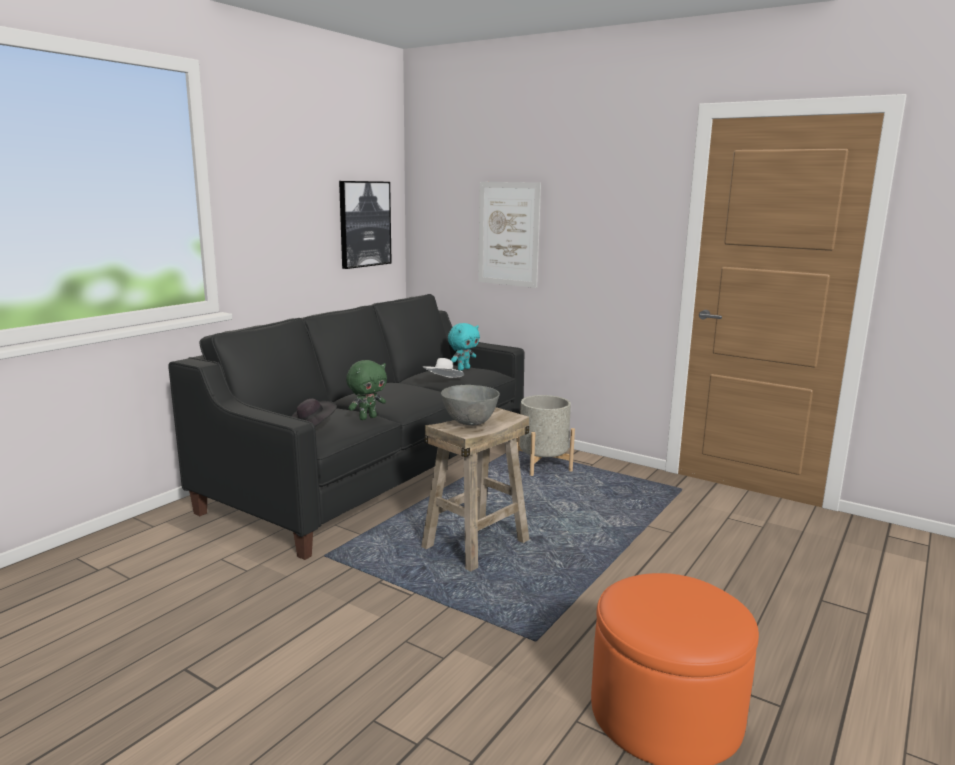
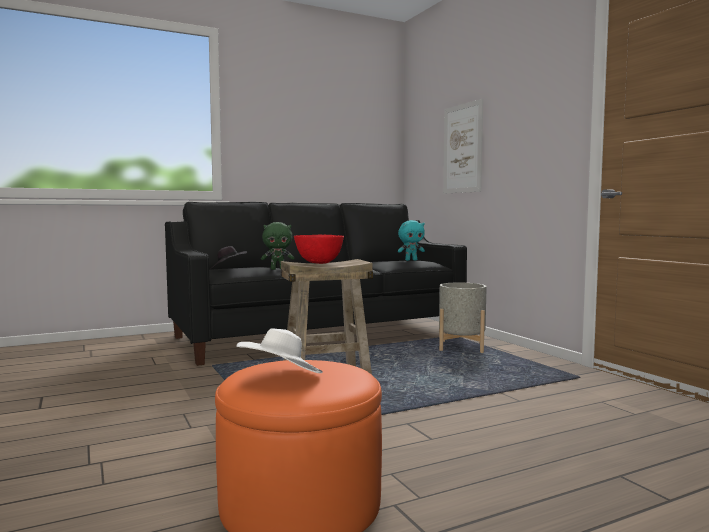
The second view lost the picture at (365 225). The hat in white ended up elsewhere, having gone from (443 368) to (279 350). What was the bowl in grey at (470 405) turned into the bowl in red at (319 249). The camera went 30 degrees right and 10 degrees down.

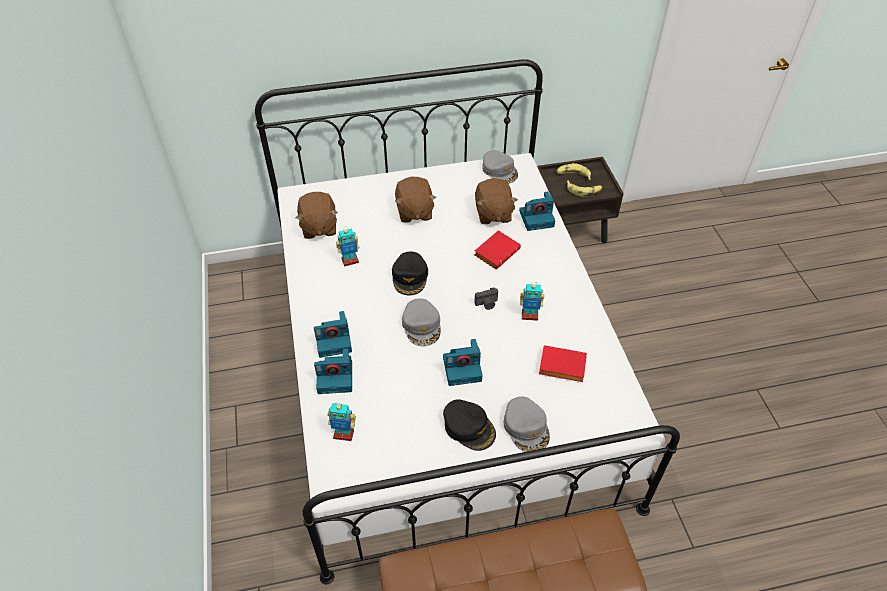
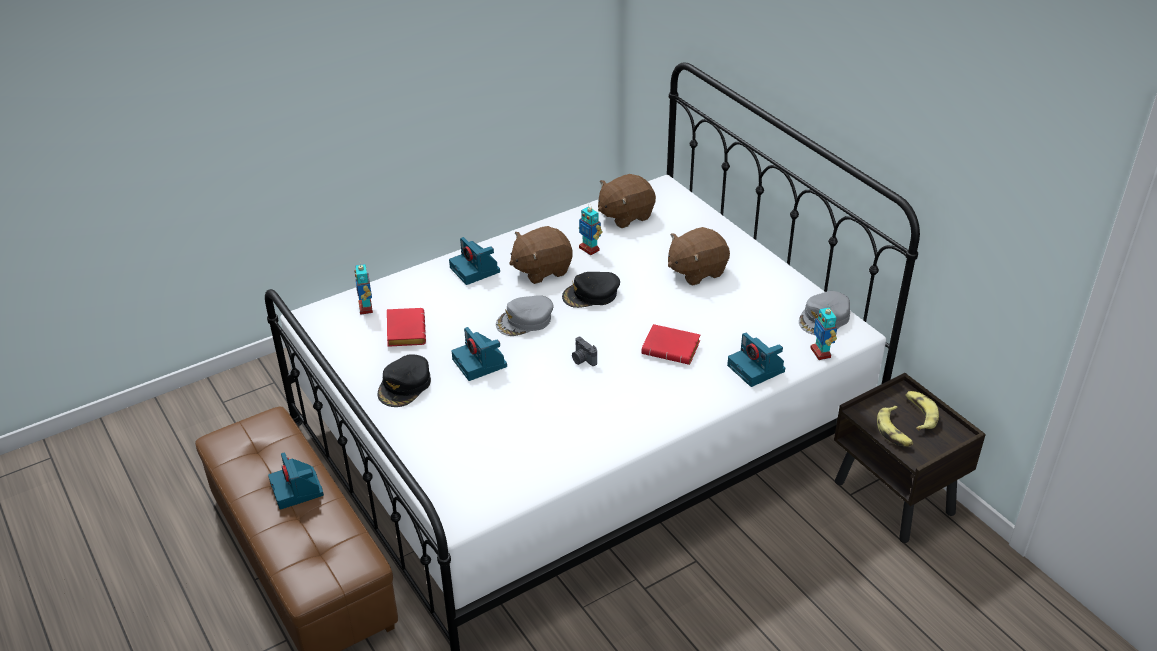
The plush toy in brown ended up elsewhere, having gone from (496 201) to (541 255). The toy robot ended up elsewhere, having gone from (532 301) to (823 332). The book in red ended up elsewhere, having gone from (563 363) to (406 327). The photo camera ended up elsewhere, having gone from (333 371) to (296 481). The second view lost the cap in grey at (527 424). The camera went 70 degrees right and 10 degrees down.

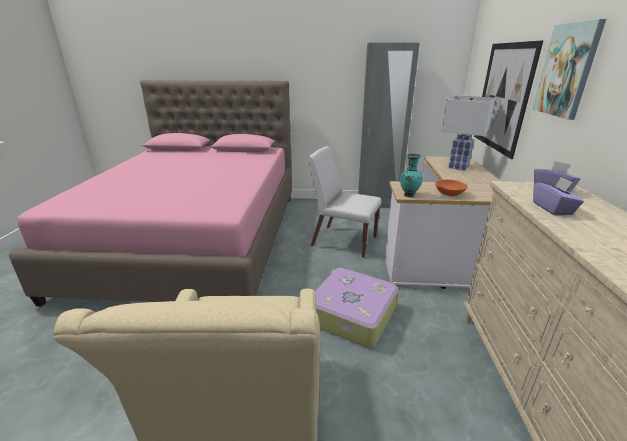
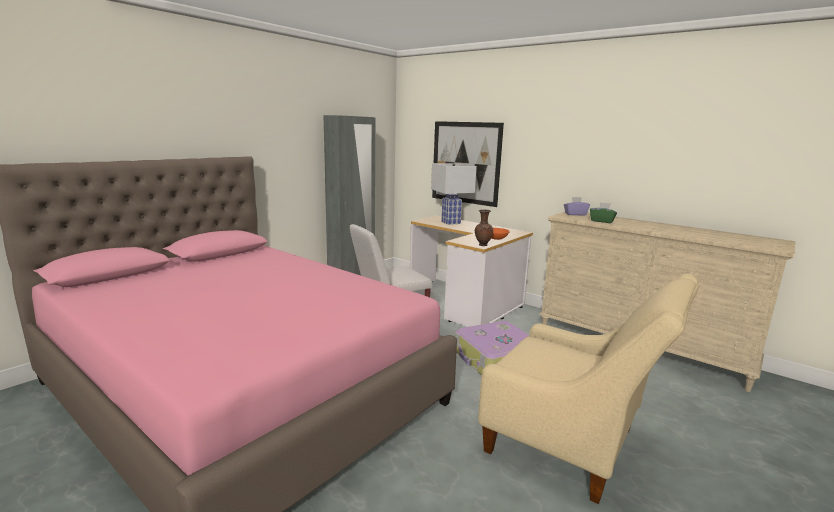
The second view lost the picture at (569 69). What was the vase in turquoise at (411 175) turned into the vase in brown at (484 228). What was the tissue box in purple at (558 196) turned into the tissue box in green at (603 212). The camera went 55 degrees left and 10 degrees down.

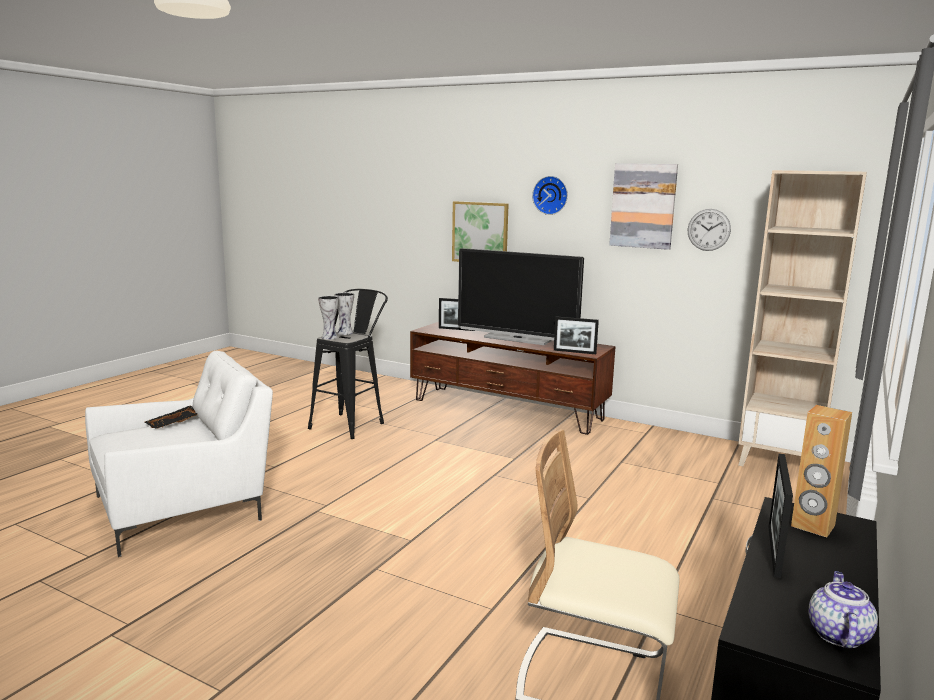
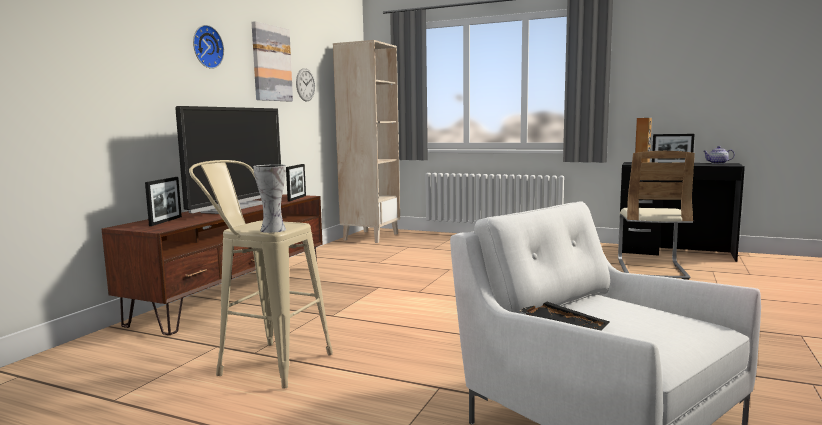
The second view lost the picture at (480 231). What was the stool in black at (348 364) turned into the stool in beige at (261 274). The second view lost the vase at (344 314). The camera went 95 degrees left and 5 degrees down.

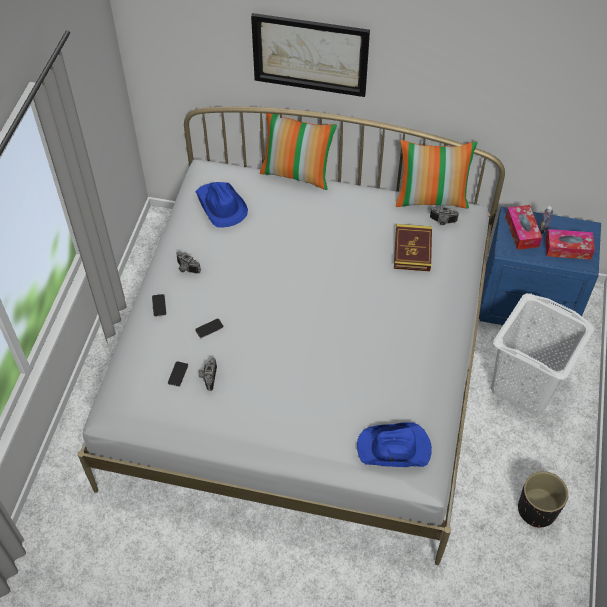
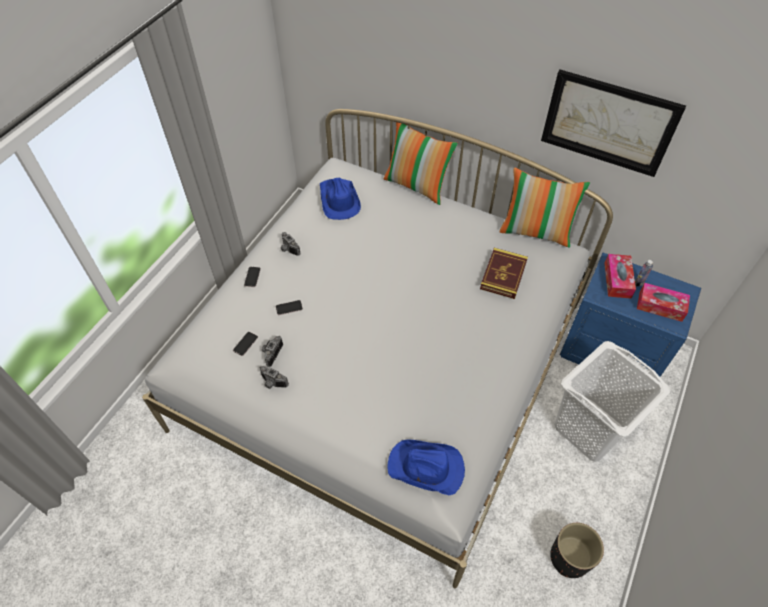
The picture ended up elsewhere, having gone from (310 55) to (613 123). The photo camera ended up elsewhere, having gone from (444 216) to (274 377). The camera went 15 degrees right and 0 degrees up.

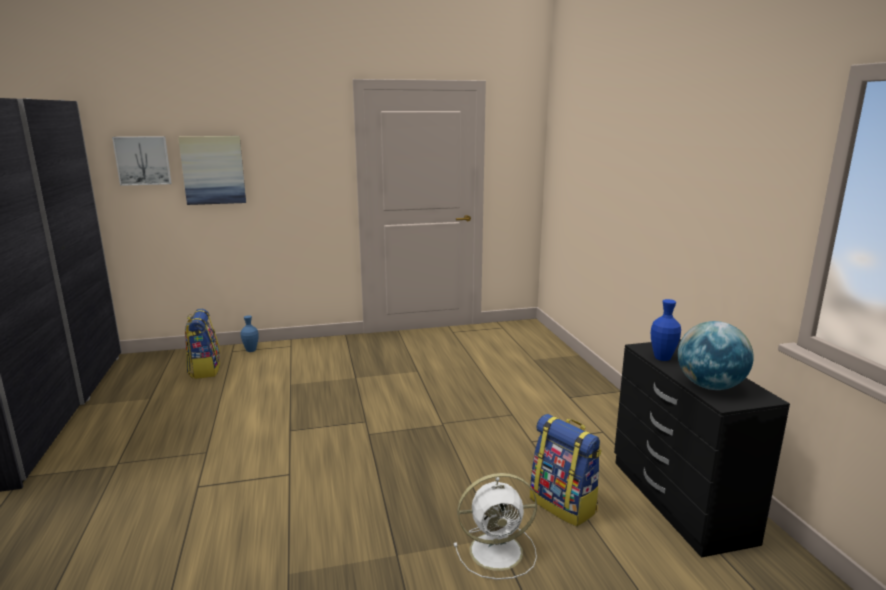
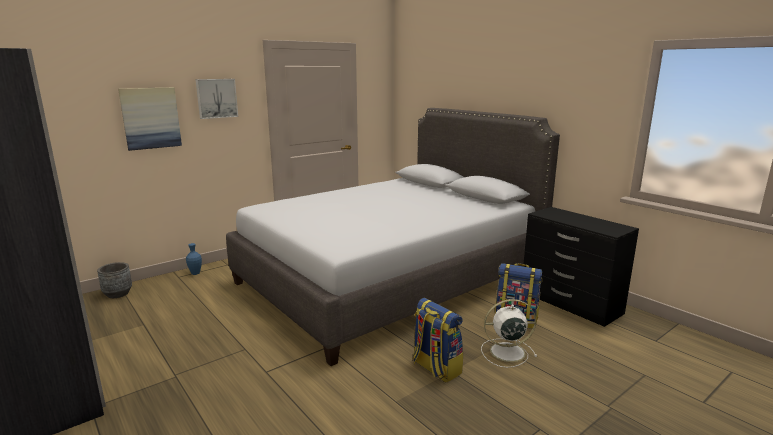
The picture ended up elsewhere, having gone from (142 161) to (216 99). The second view lost the vase in blue at (666 330). The backpack ended up elsewhere, having gone from (202 344) to (437 340). The second view lost the globe at (716 355). The fan in white at (495 526) ended up facing another way, 150 degrees counterclockwise from before. The second view gained the bed in grey at (393 237). The second view gained the planter in grey at (114 280). The camera went 25 degrees left and 0 degrees up.

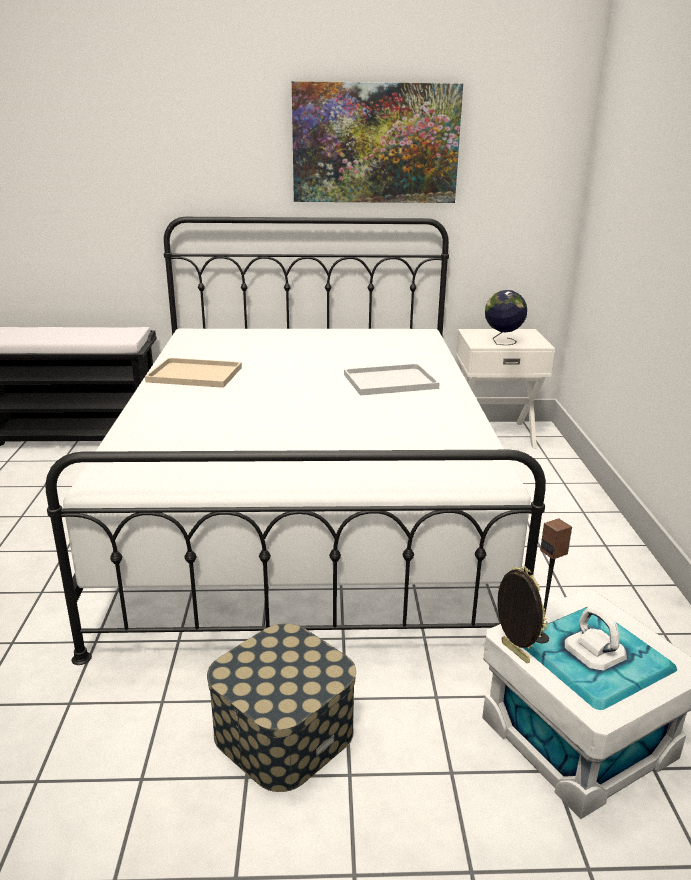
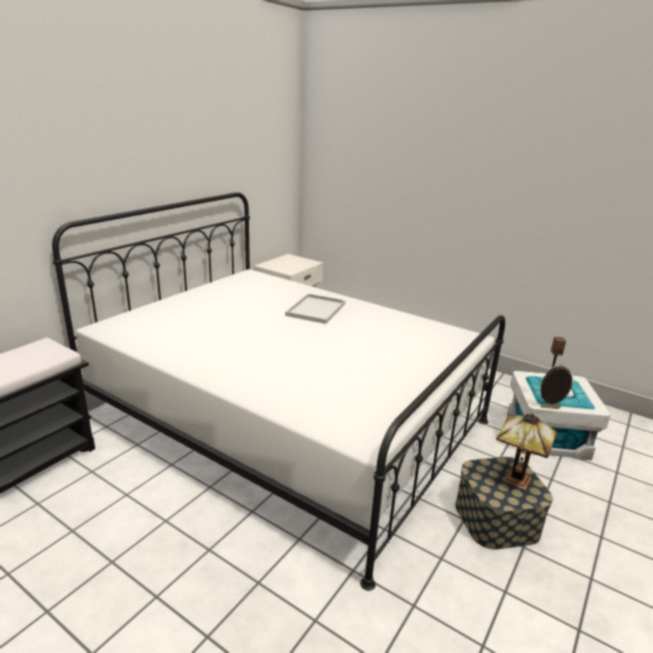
The second view lost the picture at (377 142). The second view lost the globe at (506 317). The second view lost the tray in beige at (193 373). The second view gained the table lamp at (526 452). The camera went 55 degrees left and 0 degrees up.

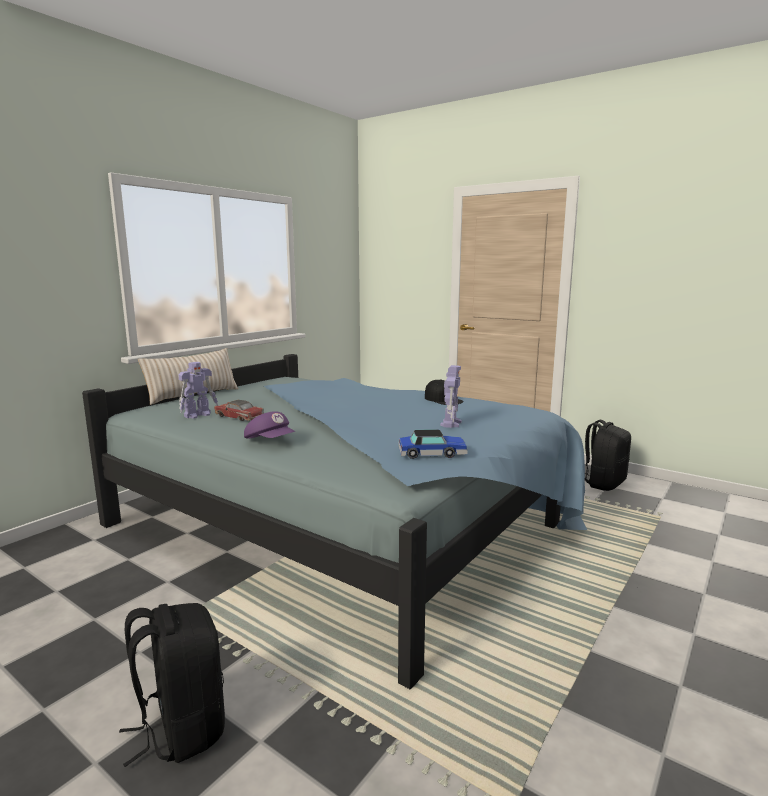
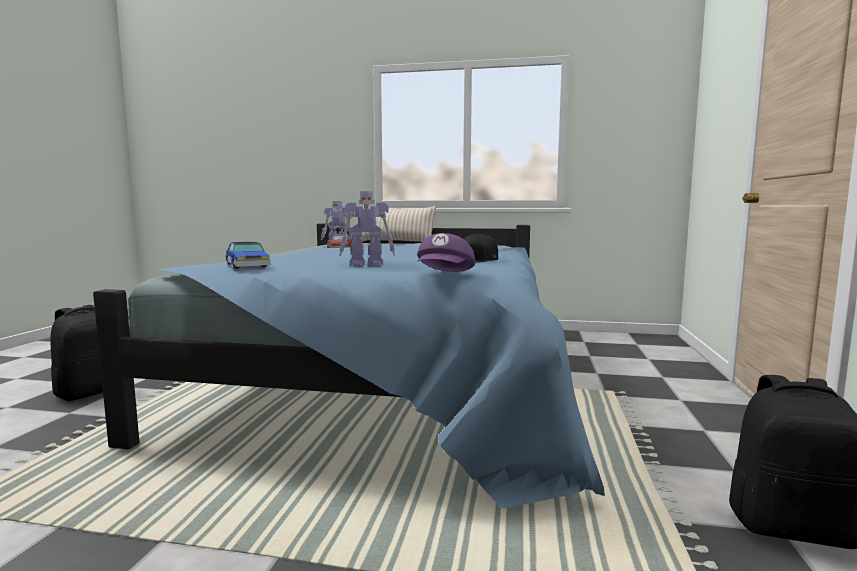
The cap in purple ended up elsewhere, having gone from (269 425) to (446 252). The camera went 65 degrees right and 5 degrees down.

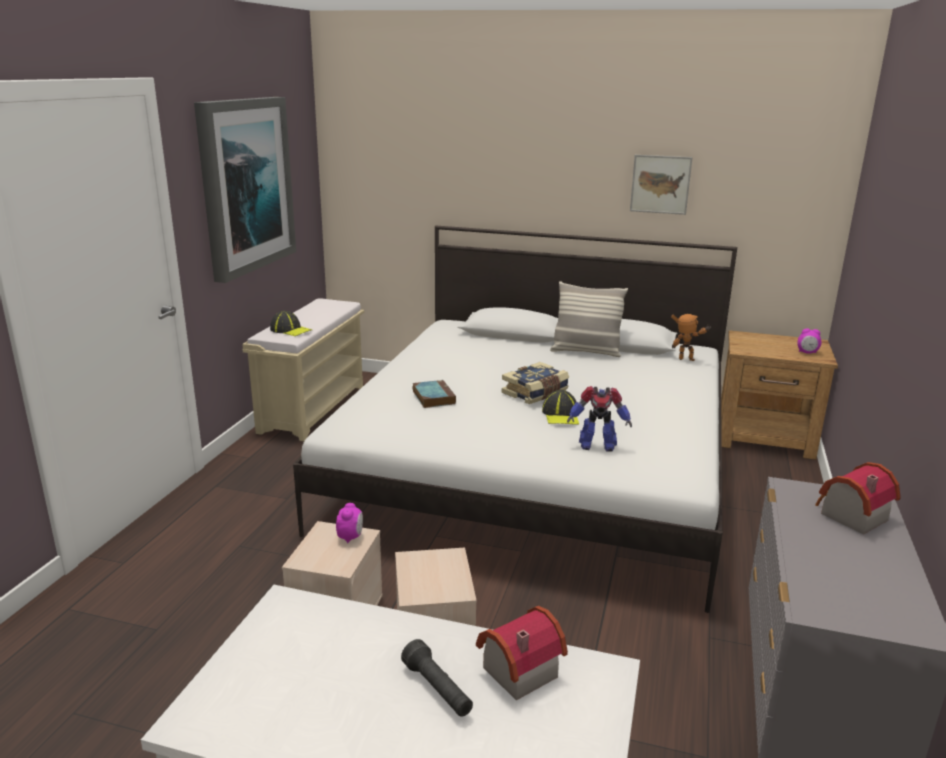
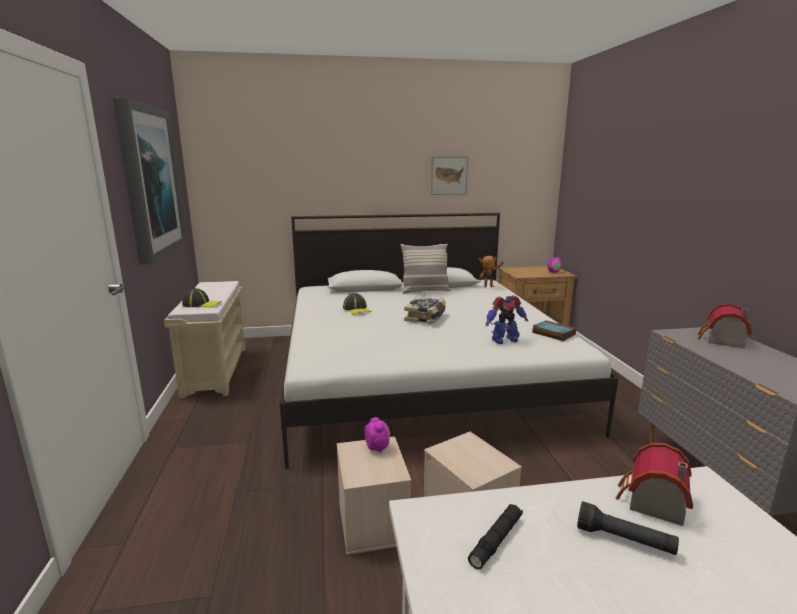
The book ended up elsewhere, having gone from (434 394) to (554 330). The cap ended up elsewhere, having gone from (560 407) to (357 303). The second view gained the flashlight in black at (495 536). The camera went 25 degrees left and 5 degrees down.

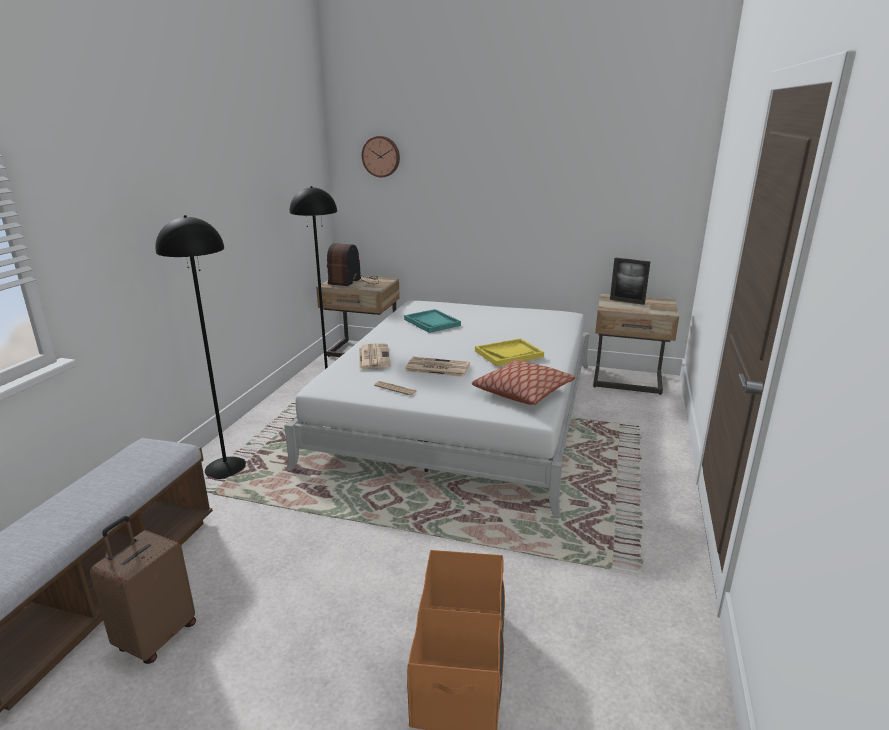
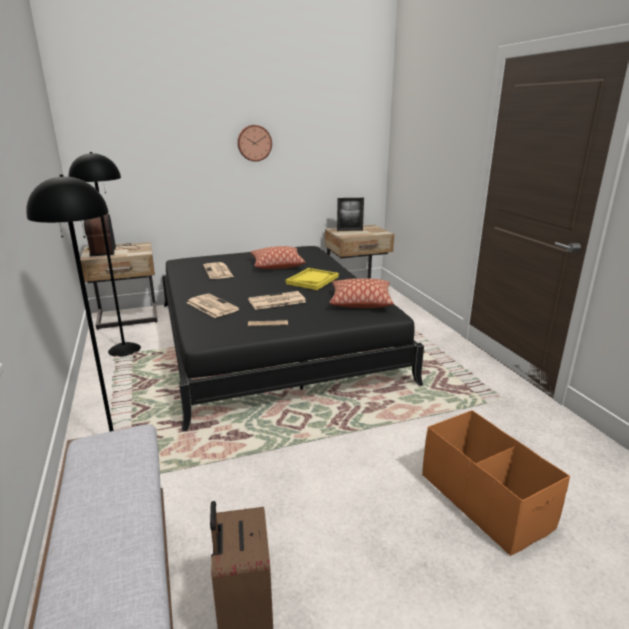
The wall clock ended up elsewhere, having gone from (381 156) to (254 143). What was the bed in white at (436 409) turned into the bed in black at (293 338). Where the tray in turquoise stood at (432 321), the newspaper came to stand at (218 270). The second view gained the pillow at (278 257). The camera went 35 degrees left and 0 degrees up.

